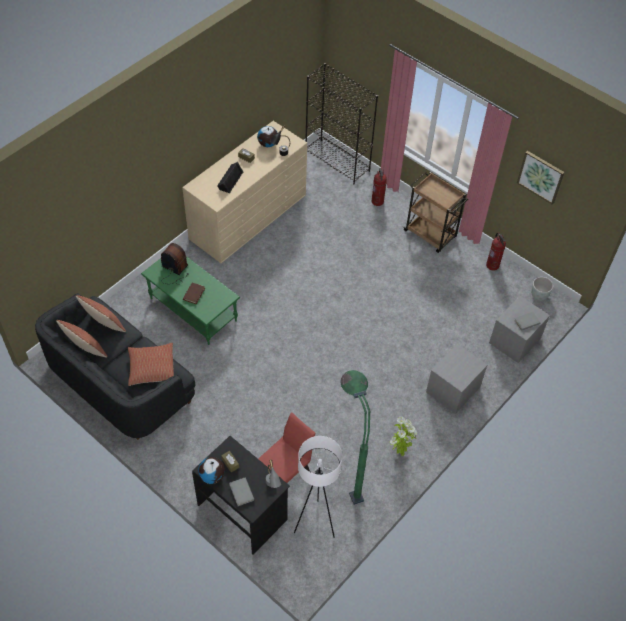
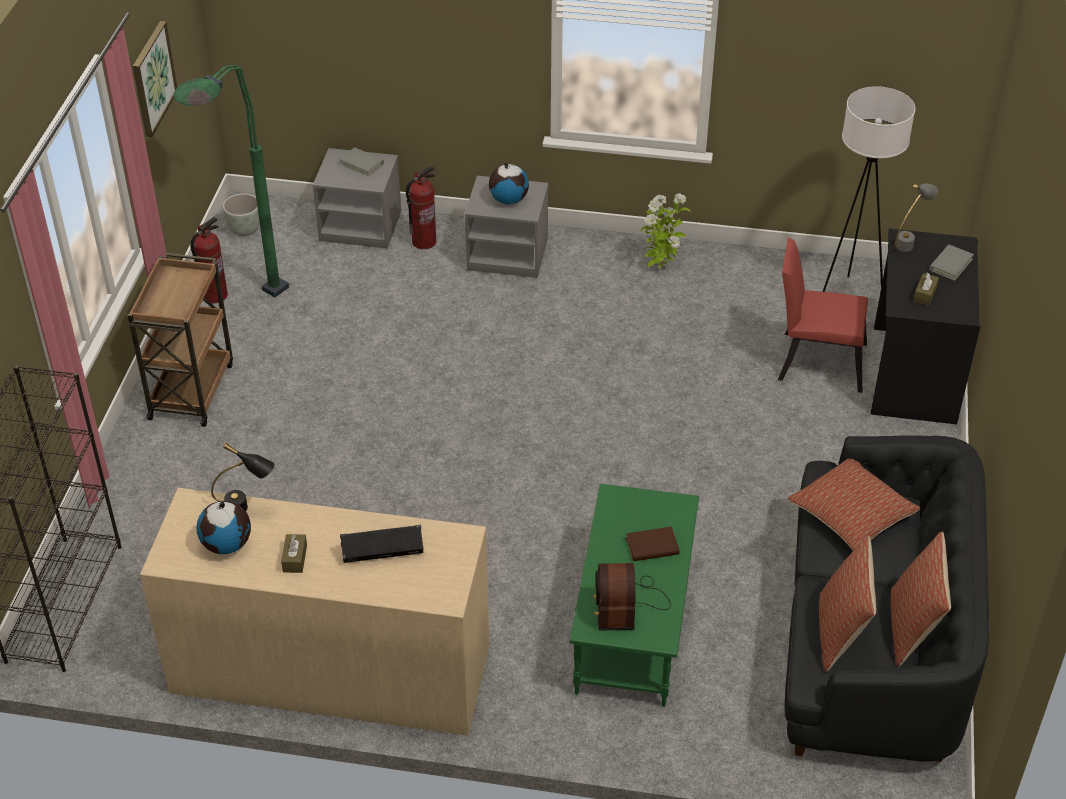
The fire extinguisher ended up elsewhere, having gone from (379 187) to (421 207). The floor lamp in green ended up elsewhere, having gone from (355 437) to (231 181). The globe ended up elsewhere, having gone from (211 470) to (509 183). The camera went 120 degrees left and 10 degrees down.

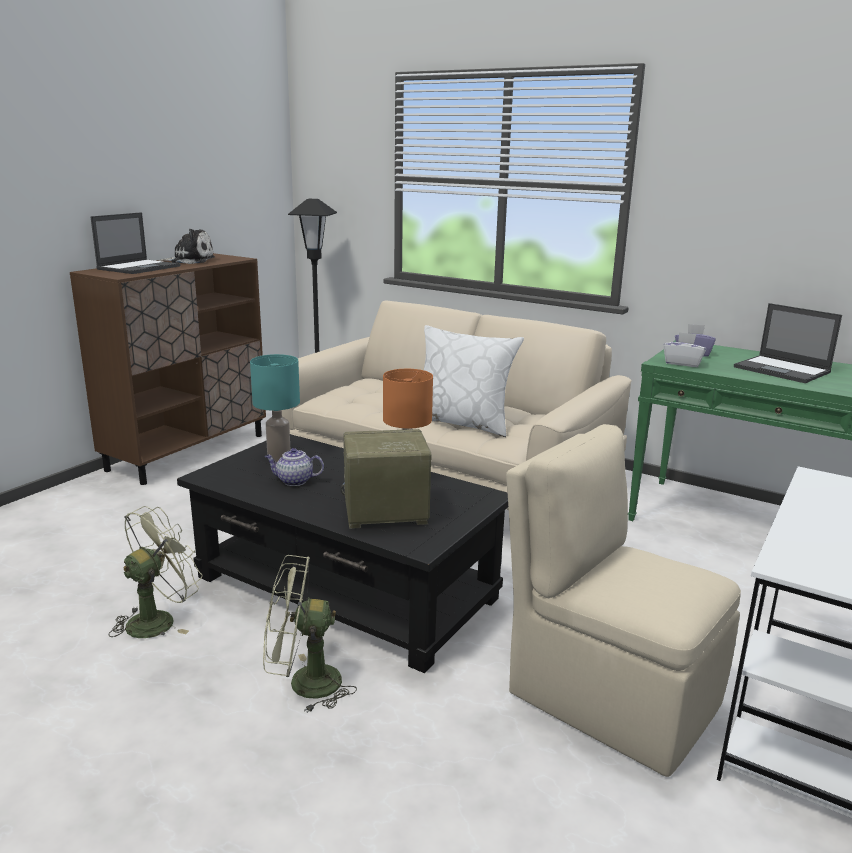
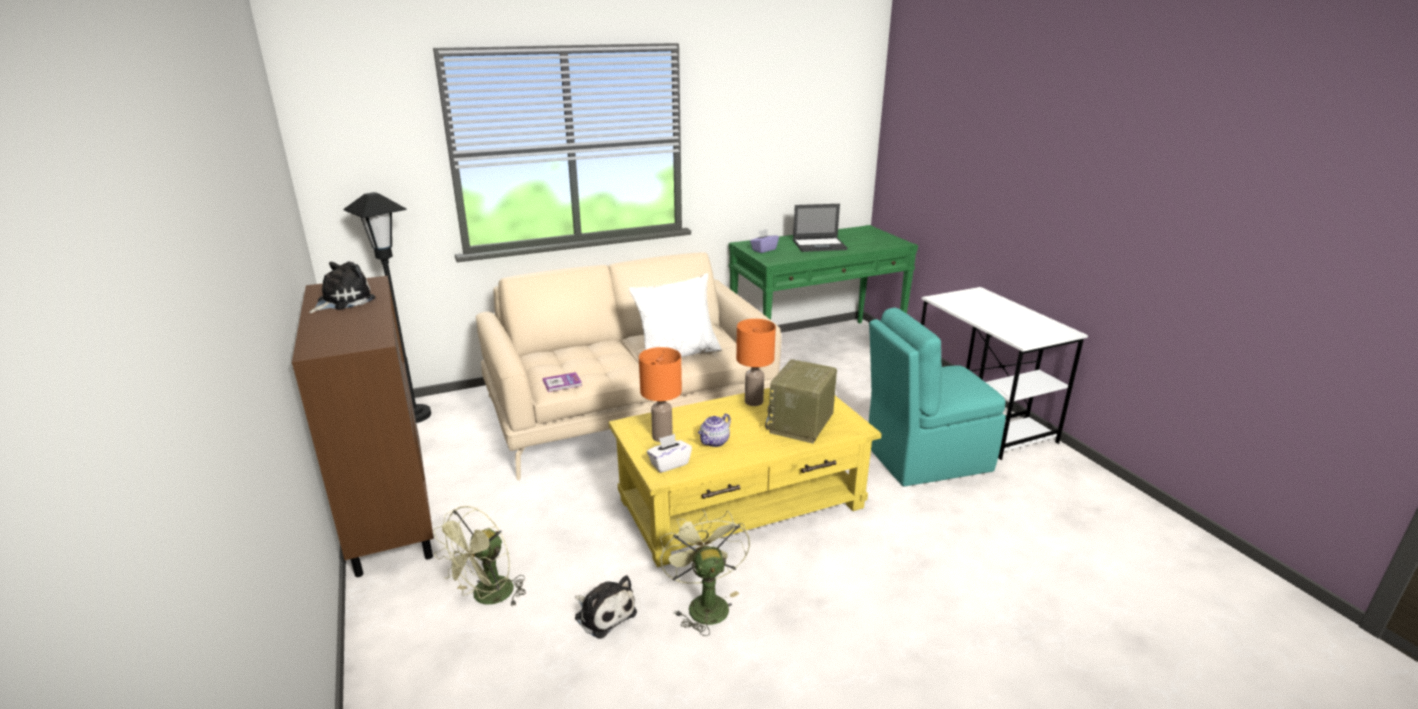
The second view lost the laptop at (135 243). The tissue box in white ended up elsewhere, having gone from (685 349) to (669 453). What was the table lamp in turquoise at (275 408) turned into the table lamp in orange at (660 394). What was the chair in beige at (623 600) turned into the chair in turquoise at (937 396). What was the coffee table in black at (342 553) turned into the coffee table in yellow at (745 477). The fan in green ended up elsewhere, having gone from (310 634) to (480 556). The second view gained the book at (562 382). The second view gained the plush toy at (606 607). The camera went 55 degrees left and 5 degrees up.

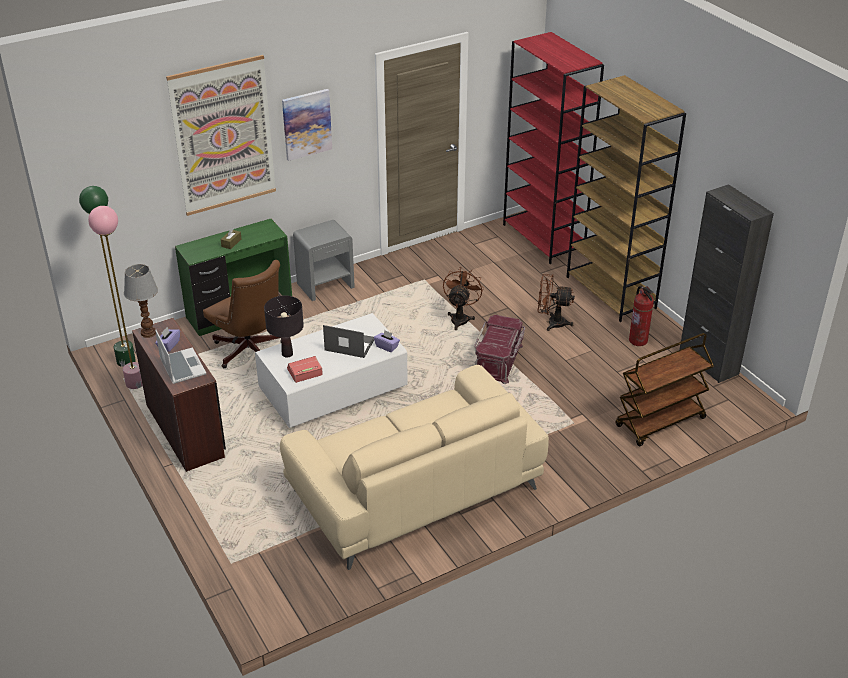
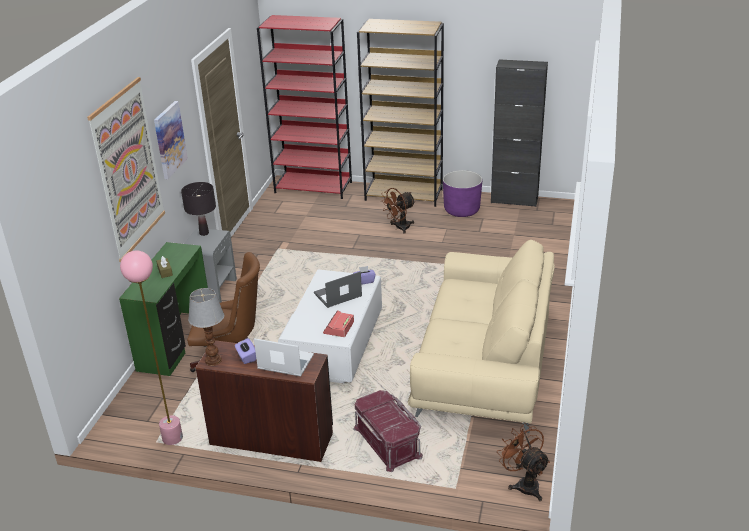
The second view lost the floor lamp in green at (107 276). The fan in brown ended up elsewhere, having gone from (463 299) to (523 462). Where the fire extinguisher stood at (641 316), the planter in purple came to stand at (462 193). The table lamp in black ended up elsewhere, having gone from (284 327) to (198 209). The storage box in red ended up elsewhere, having gone from (499 349) to (388 431). The second view lost the cart in brown at (664 390). The camera went 45 degrees left and 5 degrees down.

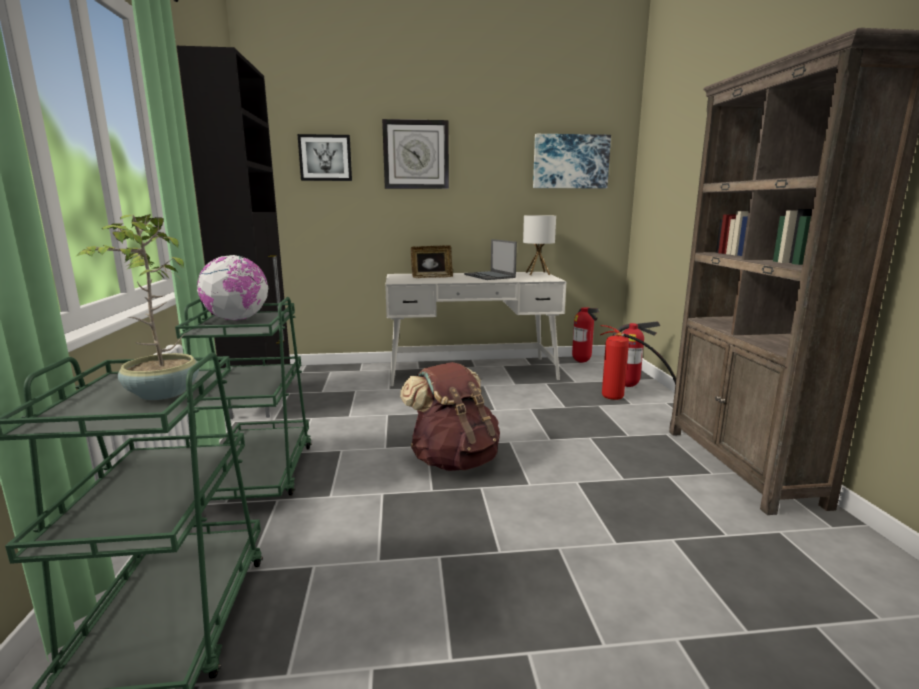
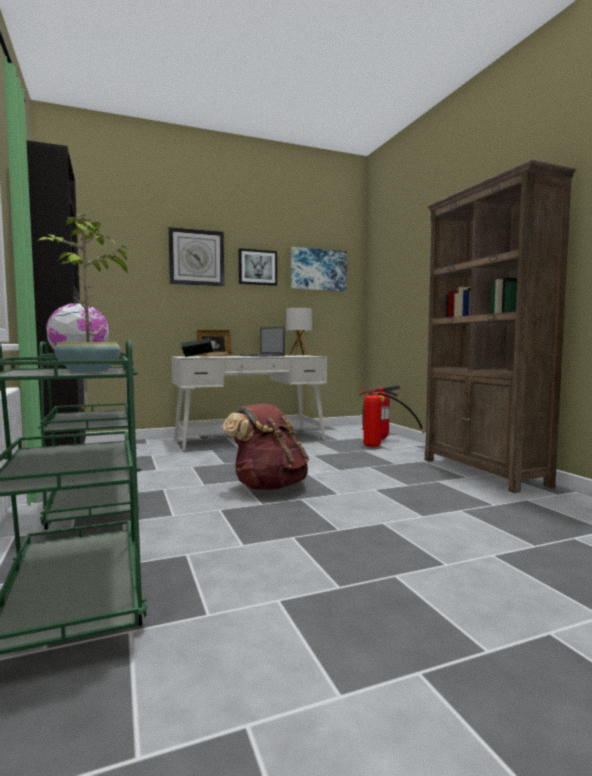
The picture ended up elsewhere, having gone from (324 157) to (258 267). The second view lost the fire extinguisher at (585 335). The second view gained the book at (197 347). The camera went 15 degrees left and 10 degrees down.

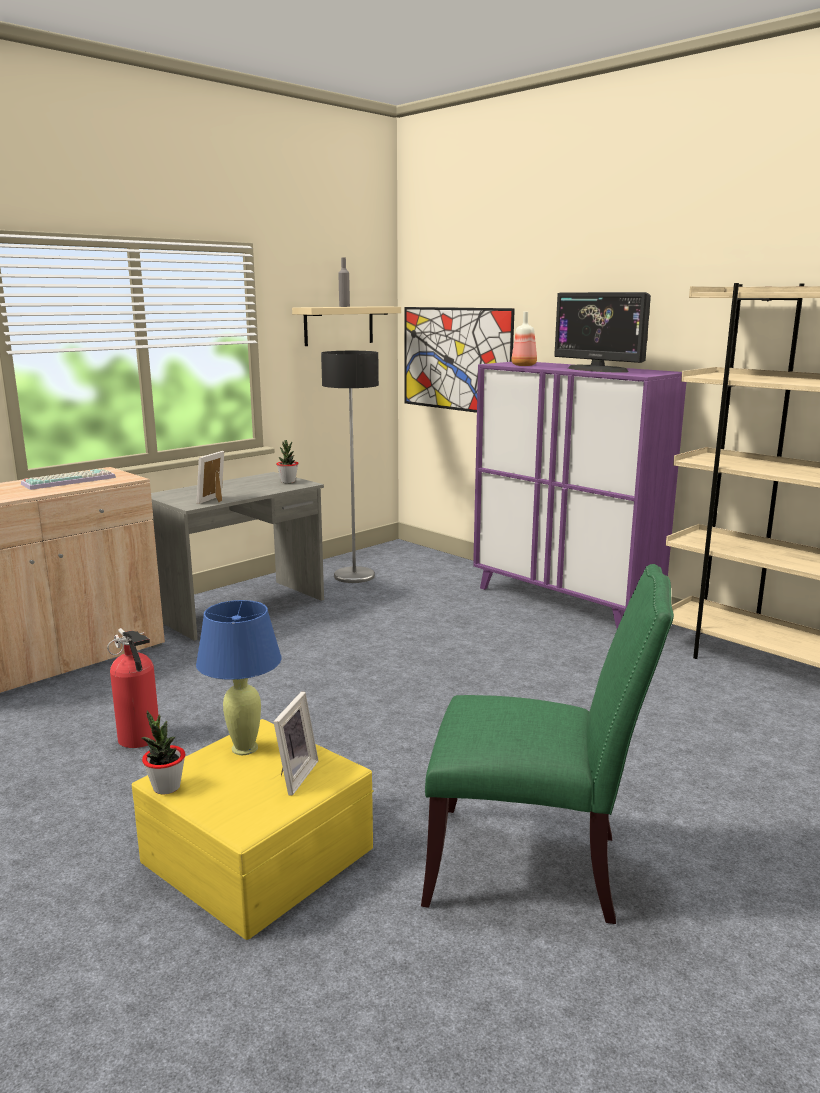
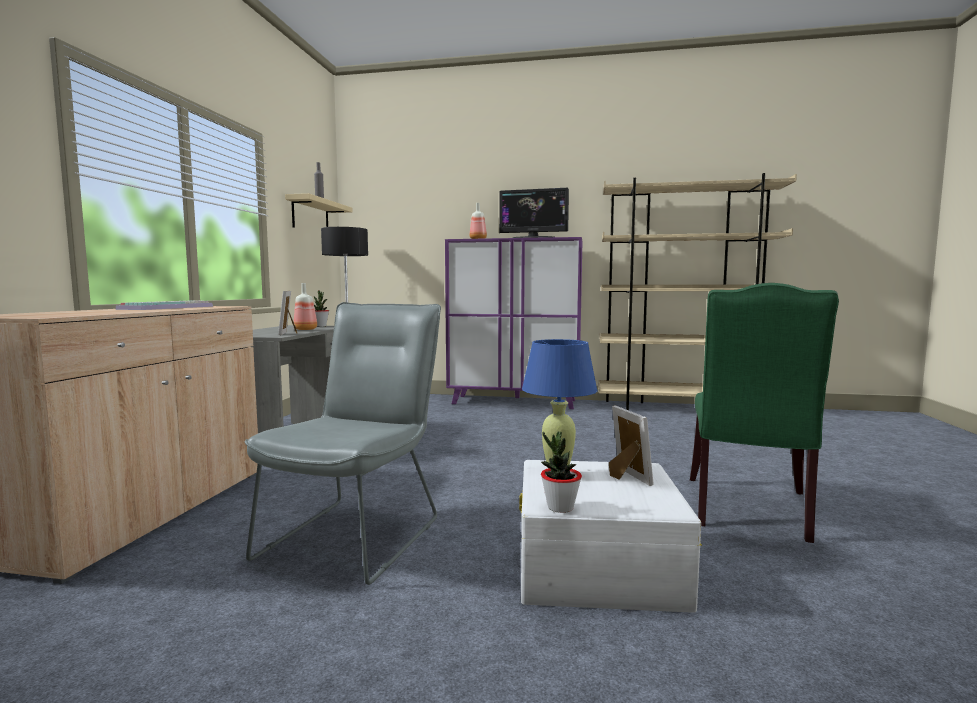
The second view lost the picture at (459 360). The chair in green at (547 744) ended up facing another way, 135 degrees clockwise from before. Where the fire extinguisher stood at (133 688), the chair in grey came to stand at (343 443). What was the storage box in yellow at (253 829) turned into the storage box in white at (610 536). The second view gained the bottle at (305 306). The camera went 35 degrees left and 10 degrees down.

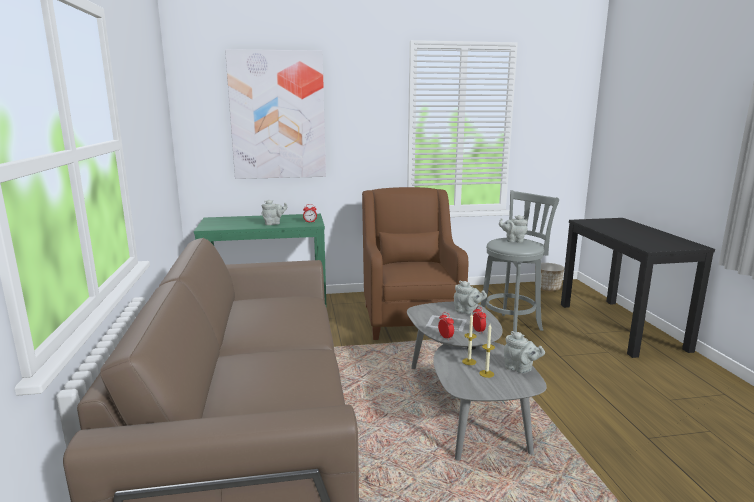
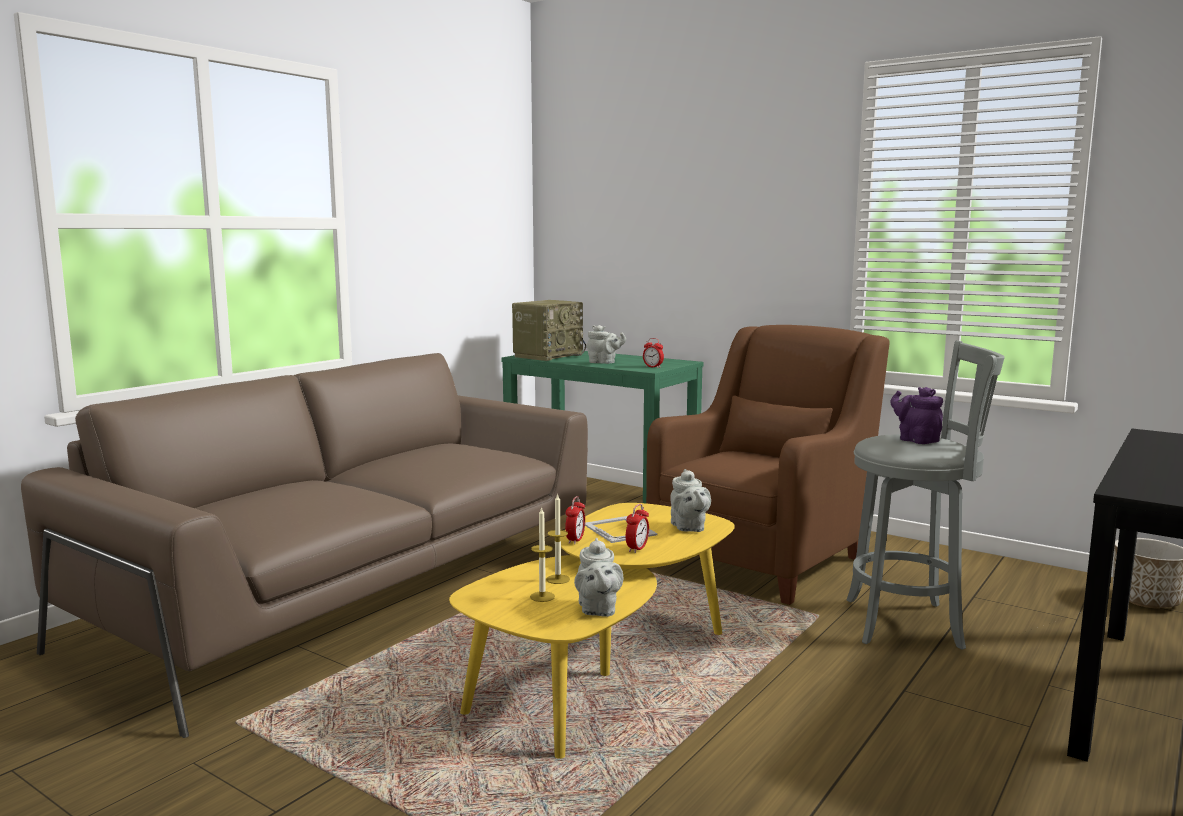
The second view lost the picture at (275 114). What was the teapot in grey at (513 229) turned into the teapot in purple at (916 415). What was the coffee table in grey at (477 381) turned into the coffee table in yellow at (592 631). The second view gained the radio at (549 330). The camera went 45 degrees right and 5 degrees down.

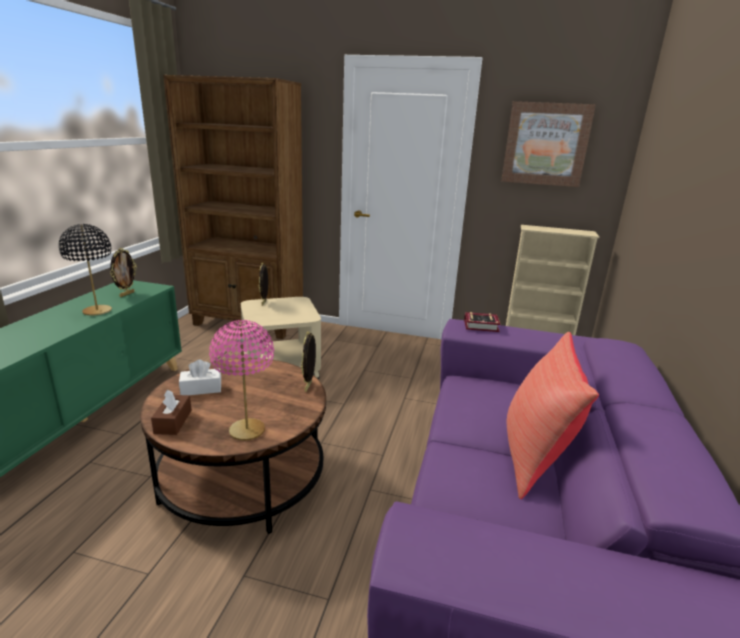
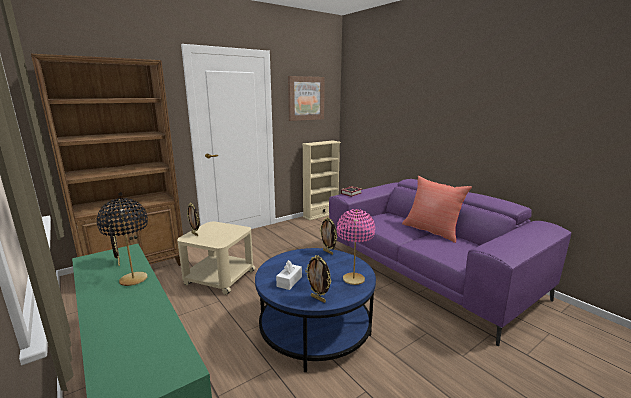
What was the coffee table in brown at (233 446) turned into the coffee table in blue at (315 310). Where the tissue box in brown stood at (171 412), the picture frame came to stand at (318 279). The camera went 50 degrees left and 5 degrees down.

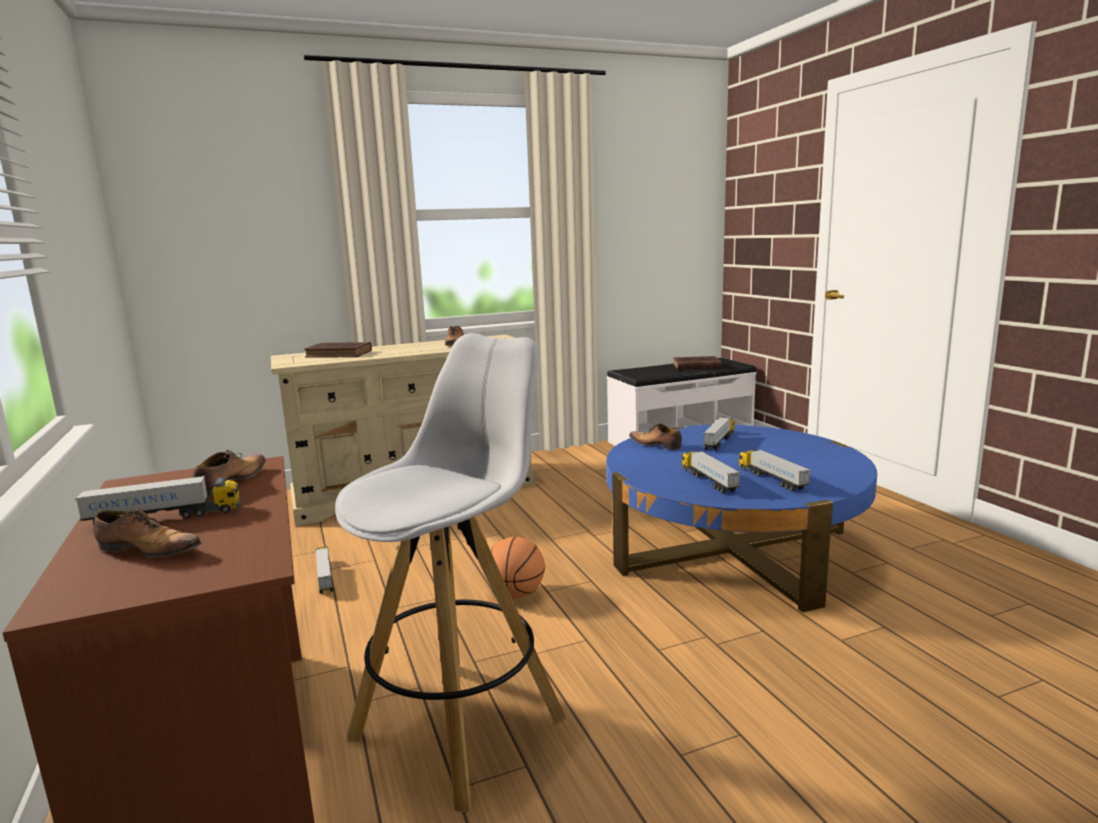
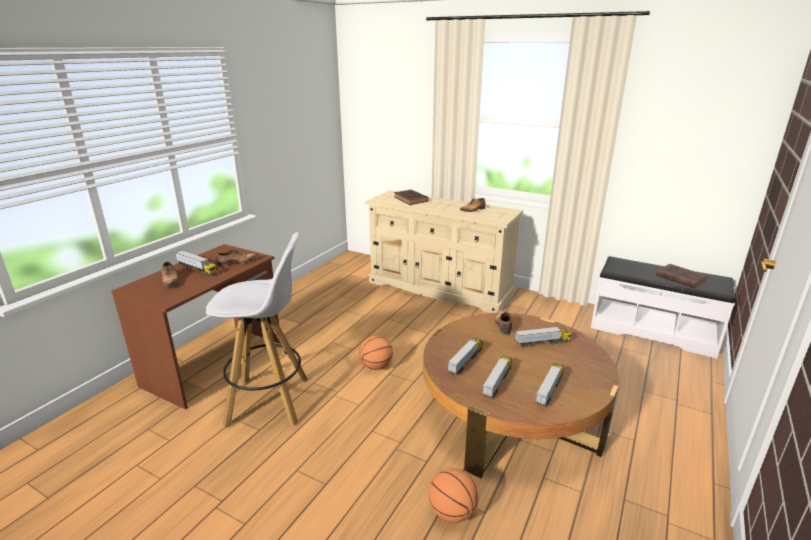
What was the coffee table in blue at (741 518) turned into the coffee table in brown at (521 395). The toy truck ended up elsewhere, having gone from (324 570) to (549 385). The second view gained the basketball at (454 495). The camera went 50 degrees right and 10 degrees up.

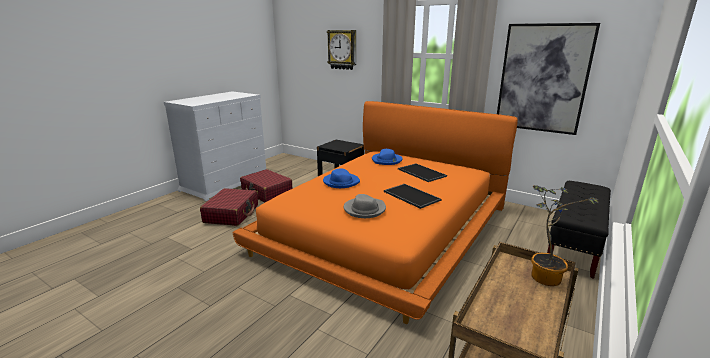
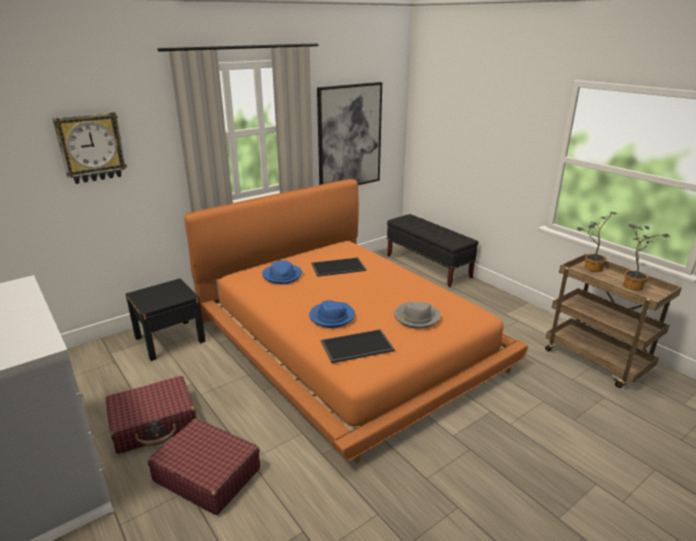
The tray ended up elsewhere, having gone from (412 196) to (358 346). The second view gained the potted plant at (646 257). The camera went 70 degrees left and 5 degrees up.

